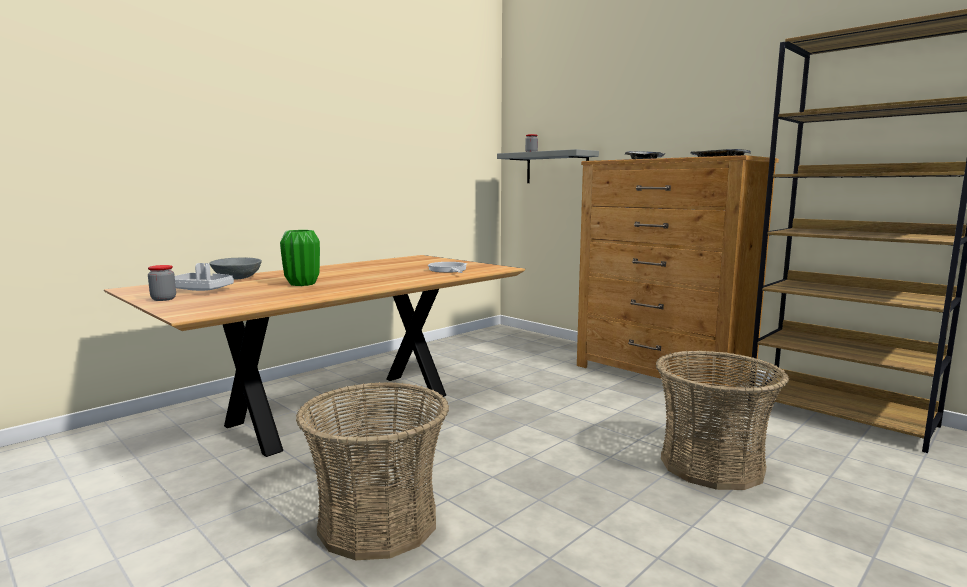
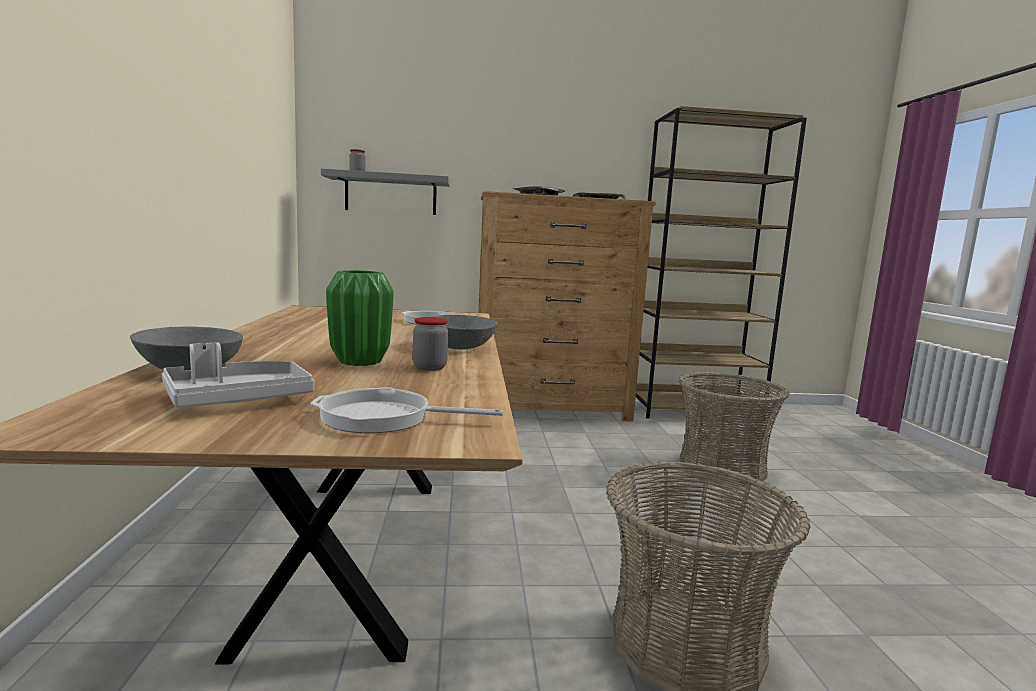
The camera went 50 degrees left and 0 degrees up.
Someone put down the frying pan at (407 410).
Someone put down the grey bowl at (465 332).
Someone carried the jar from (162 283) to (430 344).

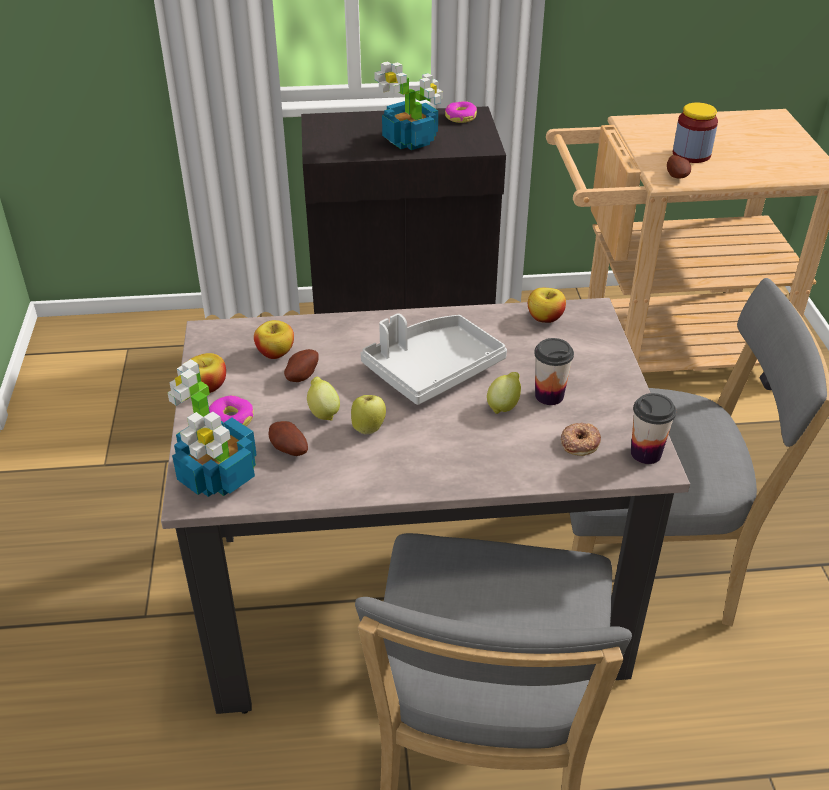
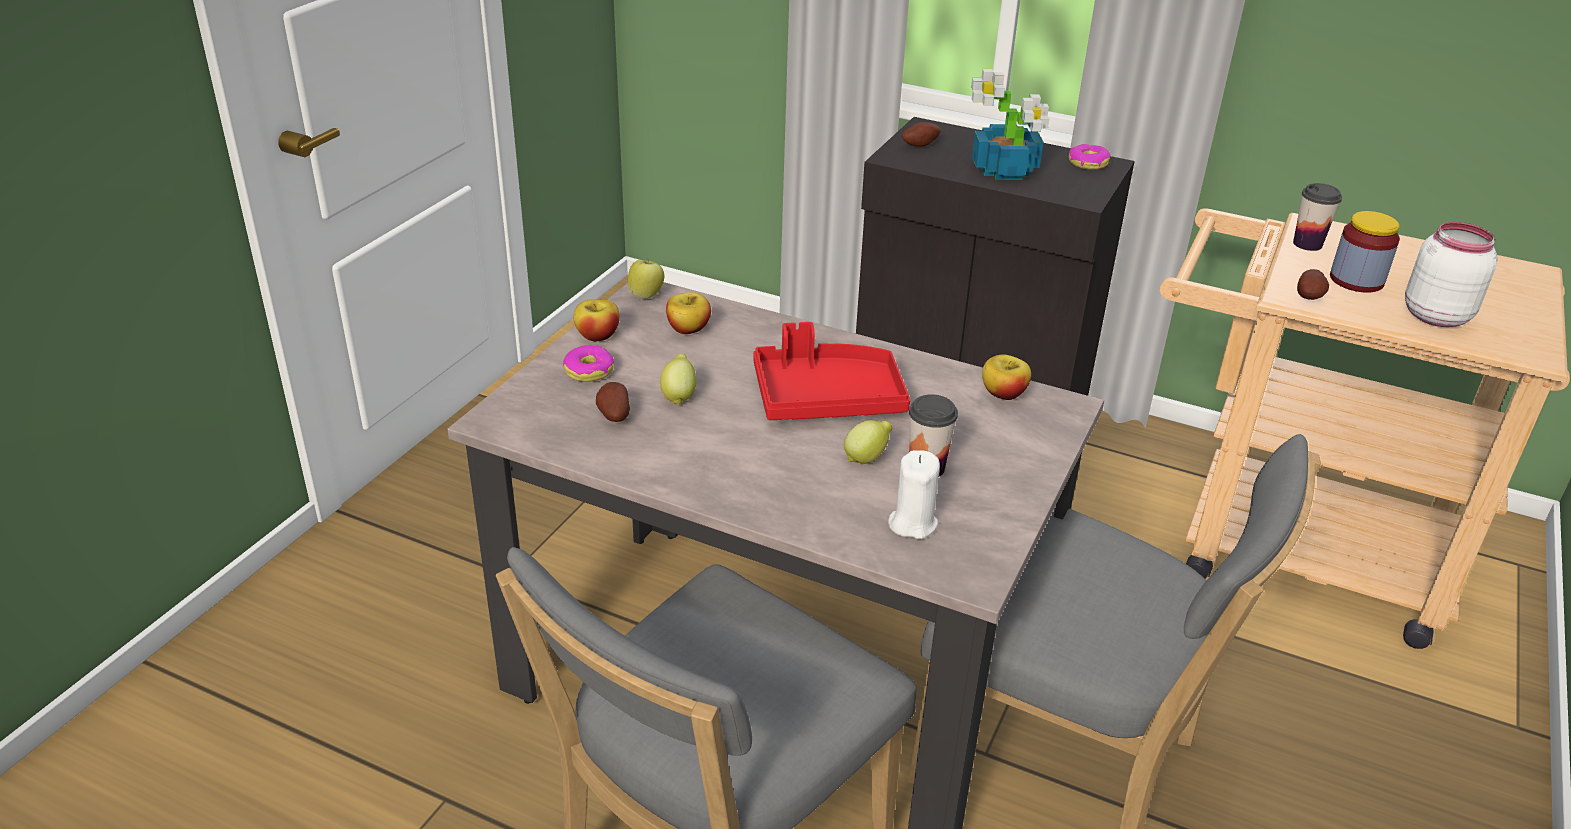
The camera went 30 degrees right and 5 degrees down.
Someone took away the potted plant at (212 428).
Someone put down the white jar at (1451 274).
Someone carried the potato from (301 365) to (921 134).
Someone carried the apple from (368 415) to (646 279).
Someone carried the cup from (653 428) to (1317 217).
Someone swapped the donut at (581 439) for the white candle at (914 494).
Someone repainted the grey tray at (434 359), which became the red tray at (831 371).

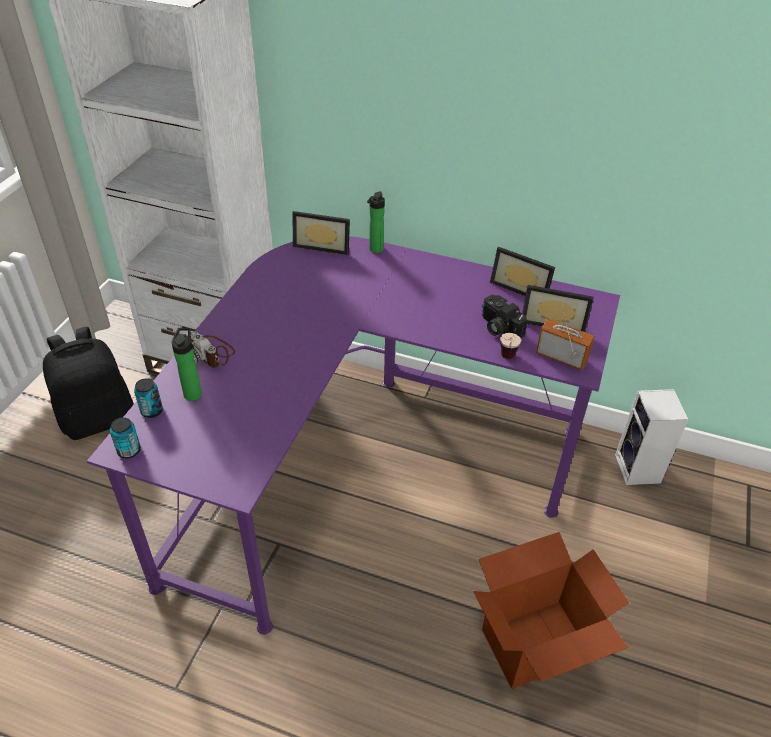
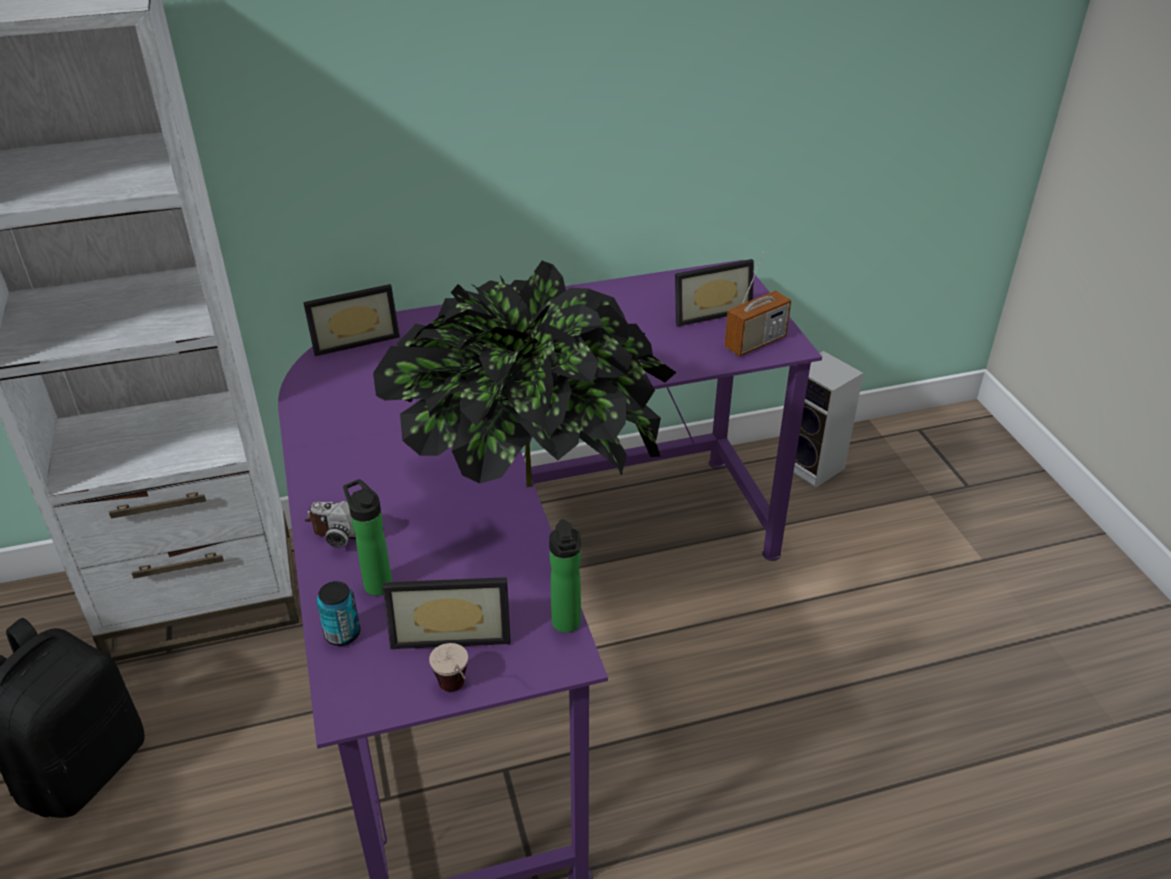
The camera went 35 degrees left and 5 degrees down.
Someone took away the can at (125 437).
Someone took away the cardboard box at (551 610).
Someone took away the photo camera at (505 316).
Someone put down the potted plant at (524 374).
Someone carried the bottle from (376 222) to (565 576).
Someone carried the picture frame from (522 271) to (446 613).
Someone carried the cup from (510 346) to (448 667).
Someone rotated the radio at (565 337) by 150 degrees clockwise.

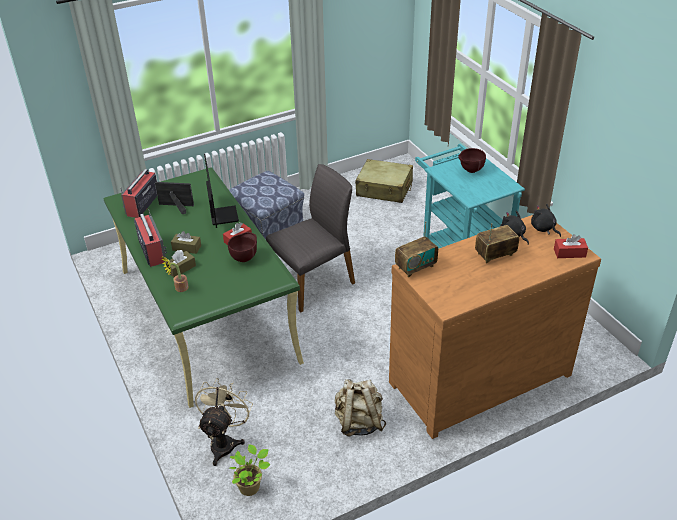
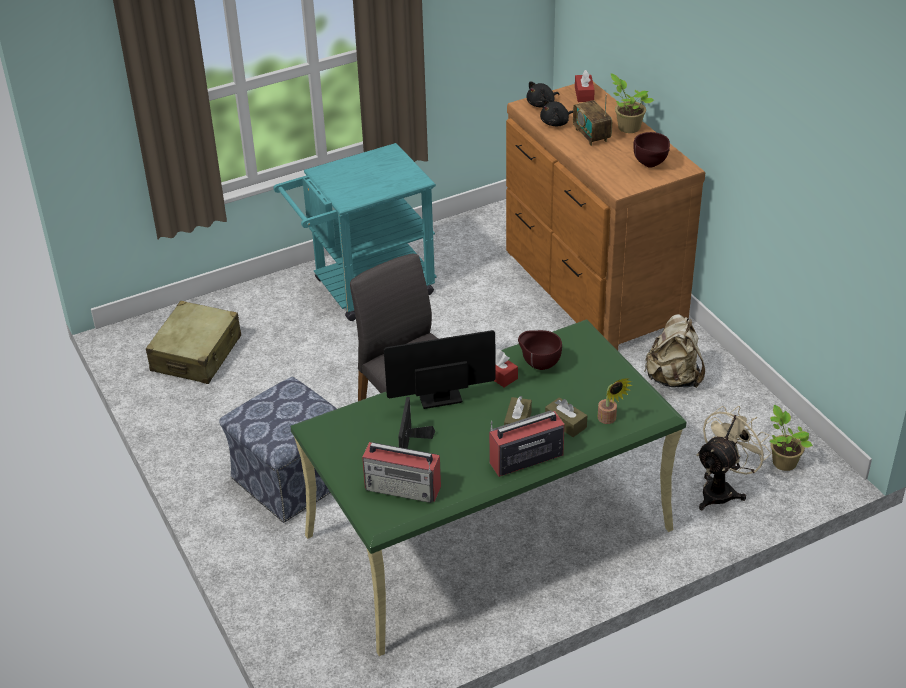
The camera went 90 degrees left and 0 degrees up.
Someone took away the radio at (416 249).
Someone put down the potted plant at (632 103).
Someone carried the brown bowl from (472 160) to (651 149).
Someone rotated the beige fan at (224 422) by 120 degrees clockwise.

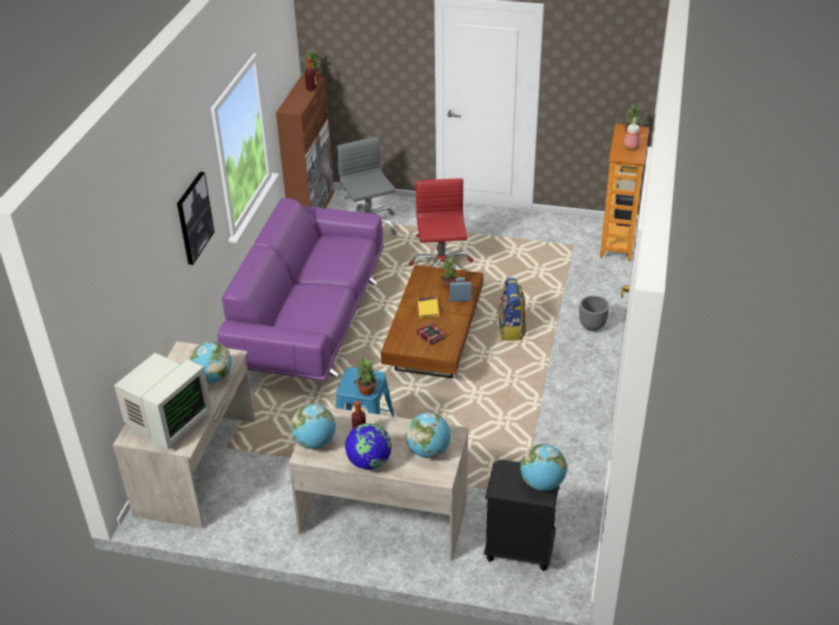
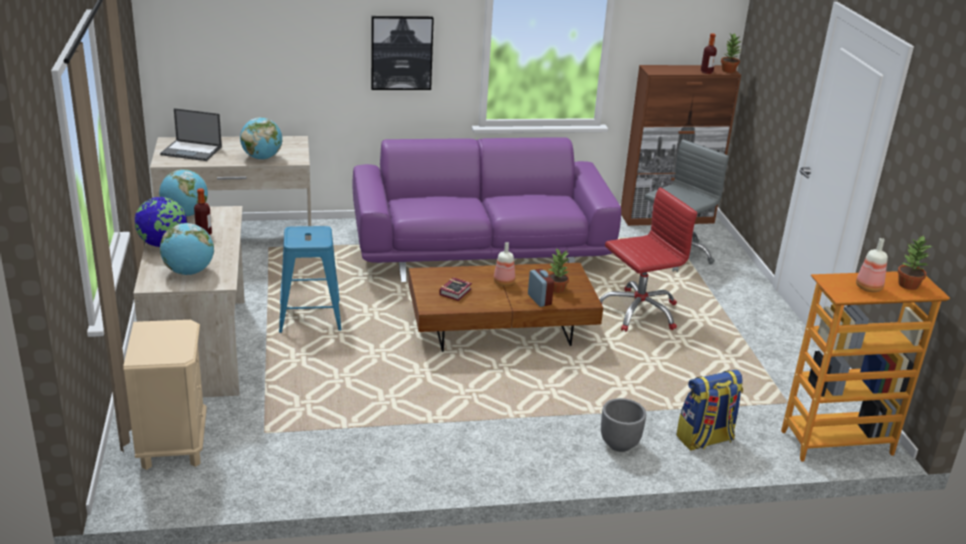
The camera went 65 degrees right and 10 degrees down.
Someone took away the potted plant at (366 376).
Someone took away the globe at (543 467).
Someone carried the backpack from (512 309) to (709 410).
Someone swapped the monitor at (163 401) for the laptop at (191 134).
Someone swapped the yellow book at (428 307) for the bottle at (504 264).
Someone repainted the black nightstand at (521 515), which became the beige nightstand at (165 395).

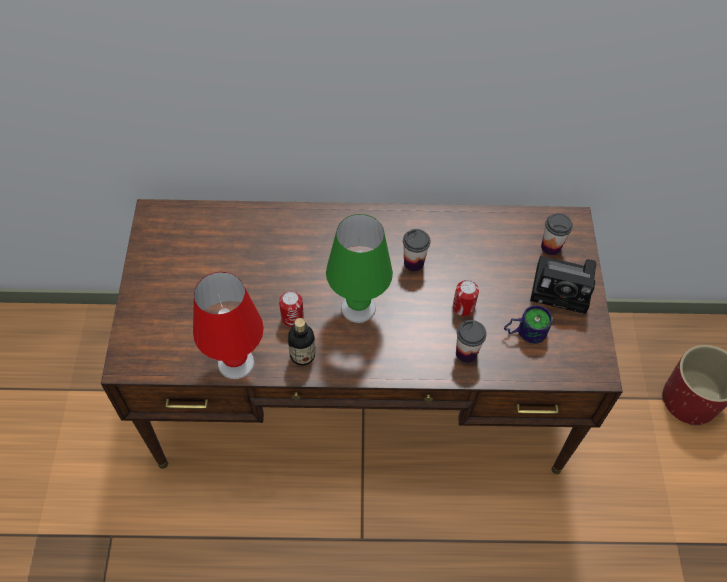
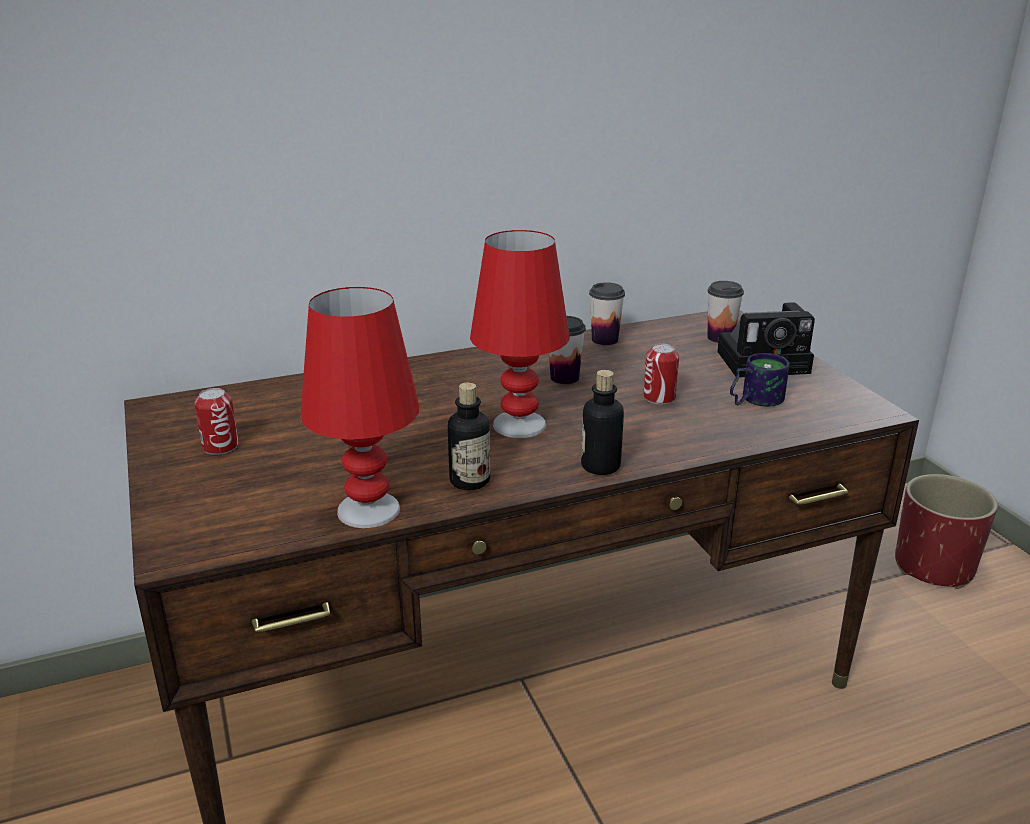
The camera went 20 degrees left and 30 degrees down.
Someone put down the bottle at (602 422).
Someone carried the can from (291 309) to (216 421).
Someone carried the cup from (471 341) to (607 313).
Someone repainted the green table lamp at (359 268), which became the red table lamp at (520 334).

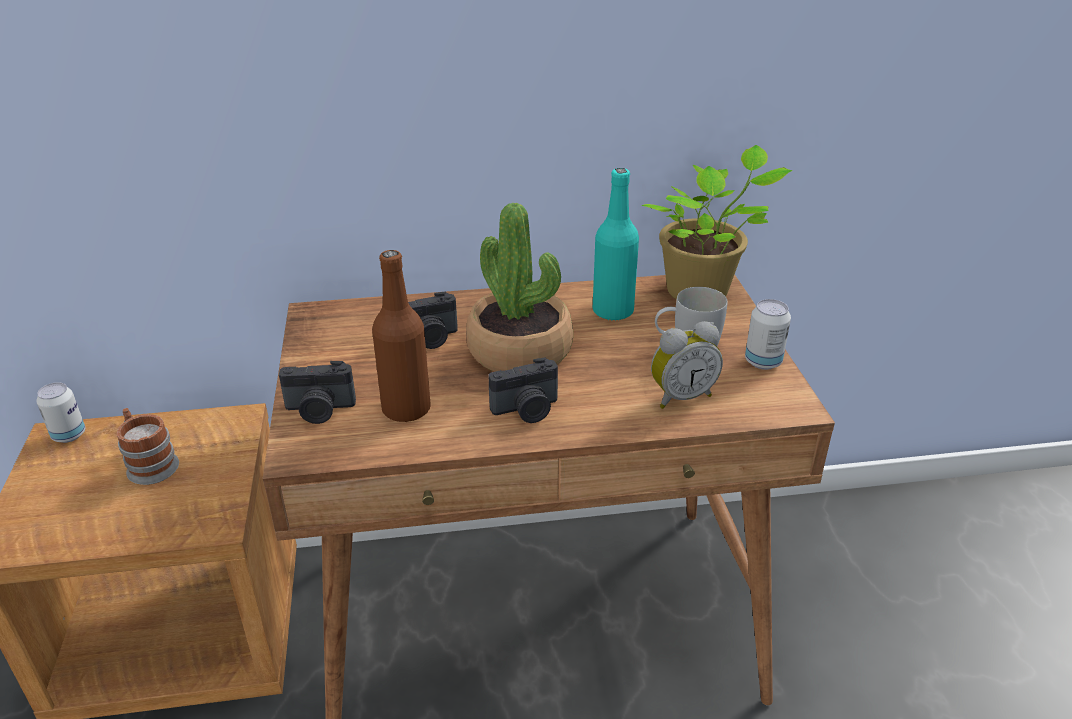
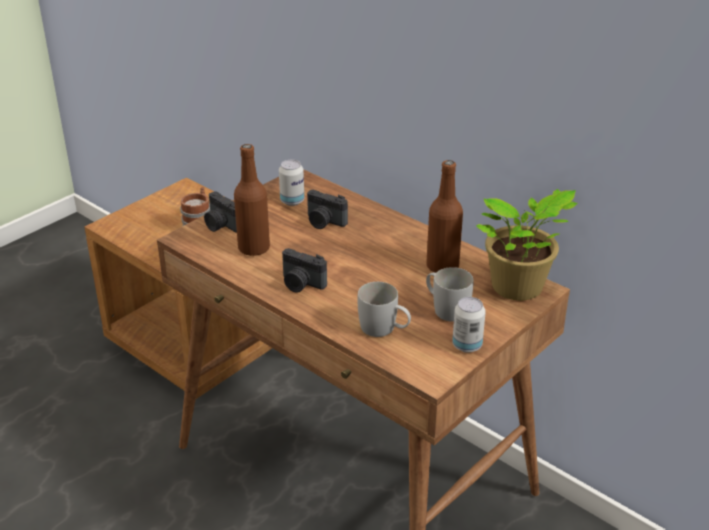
The camera went 50 degrees right and 0 degrees up.
Someone took away the potted plant at (519 287).
Someone carried the can from (60 412) to (291 183).
Someone swapped the alarm clock at (687 365) for the white mug at (384 309).
Someone repainted the turquoise bottle at (616 244), which became the brown bottle at (444 216).

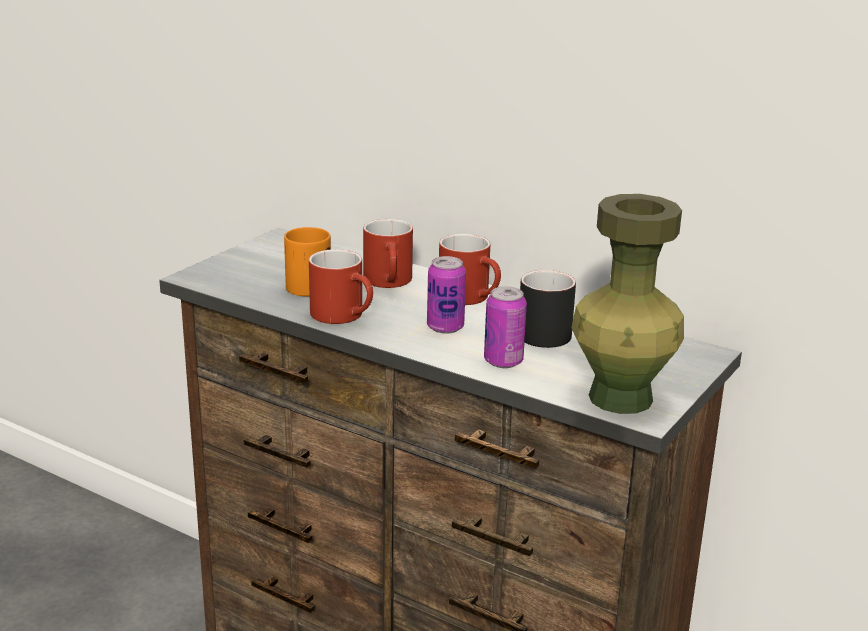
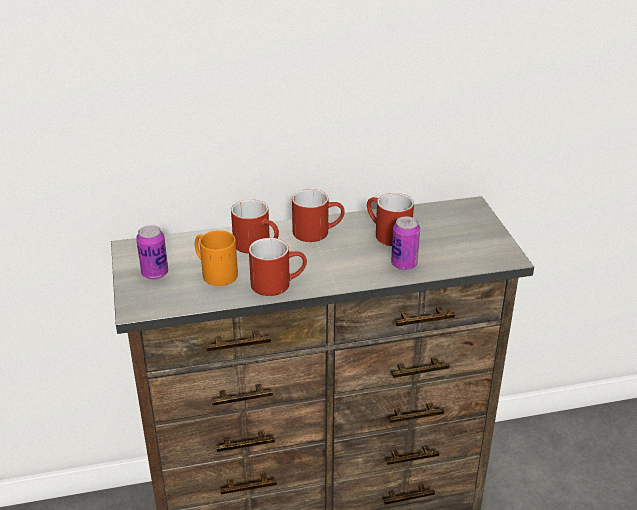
The camera went 45 degrees left and 10 degrees up.
Someone took away the green vase at (627 304).
Someone carried the can from (446 295) to (152 252).
Someone repainted the black mug at (548 309), which became the red mug at (390 219).

